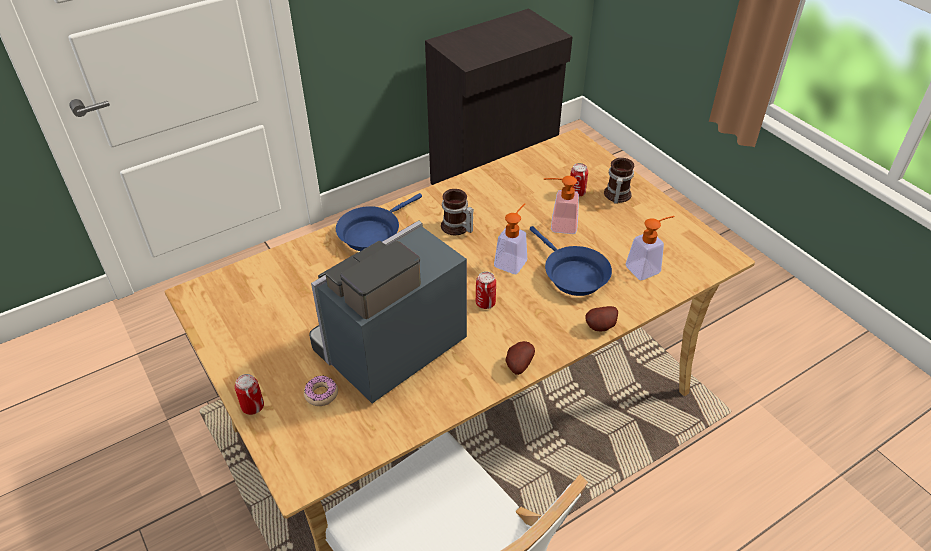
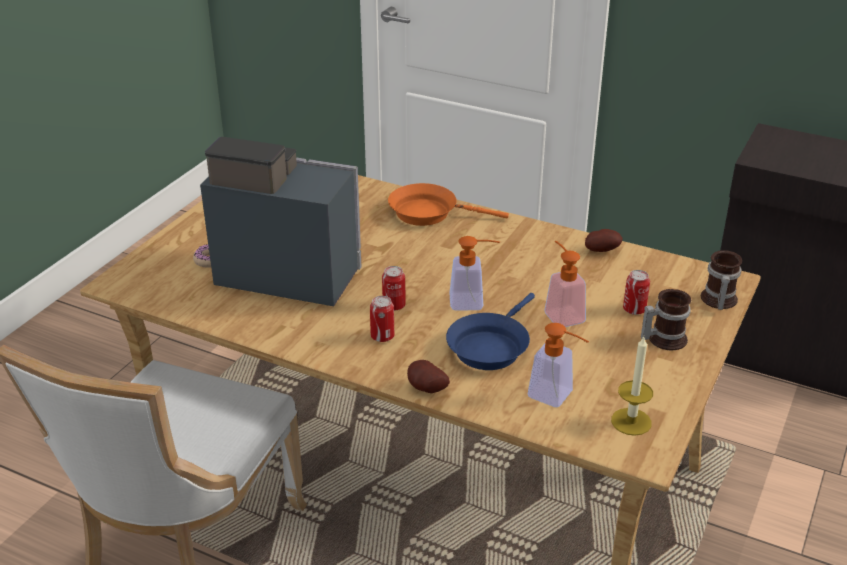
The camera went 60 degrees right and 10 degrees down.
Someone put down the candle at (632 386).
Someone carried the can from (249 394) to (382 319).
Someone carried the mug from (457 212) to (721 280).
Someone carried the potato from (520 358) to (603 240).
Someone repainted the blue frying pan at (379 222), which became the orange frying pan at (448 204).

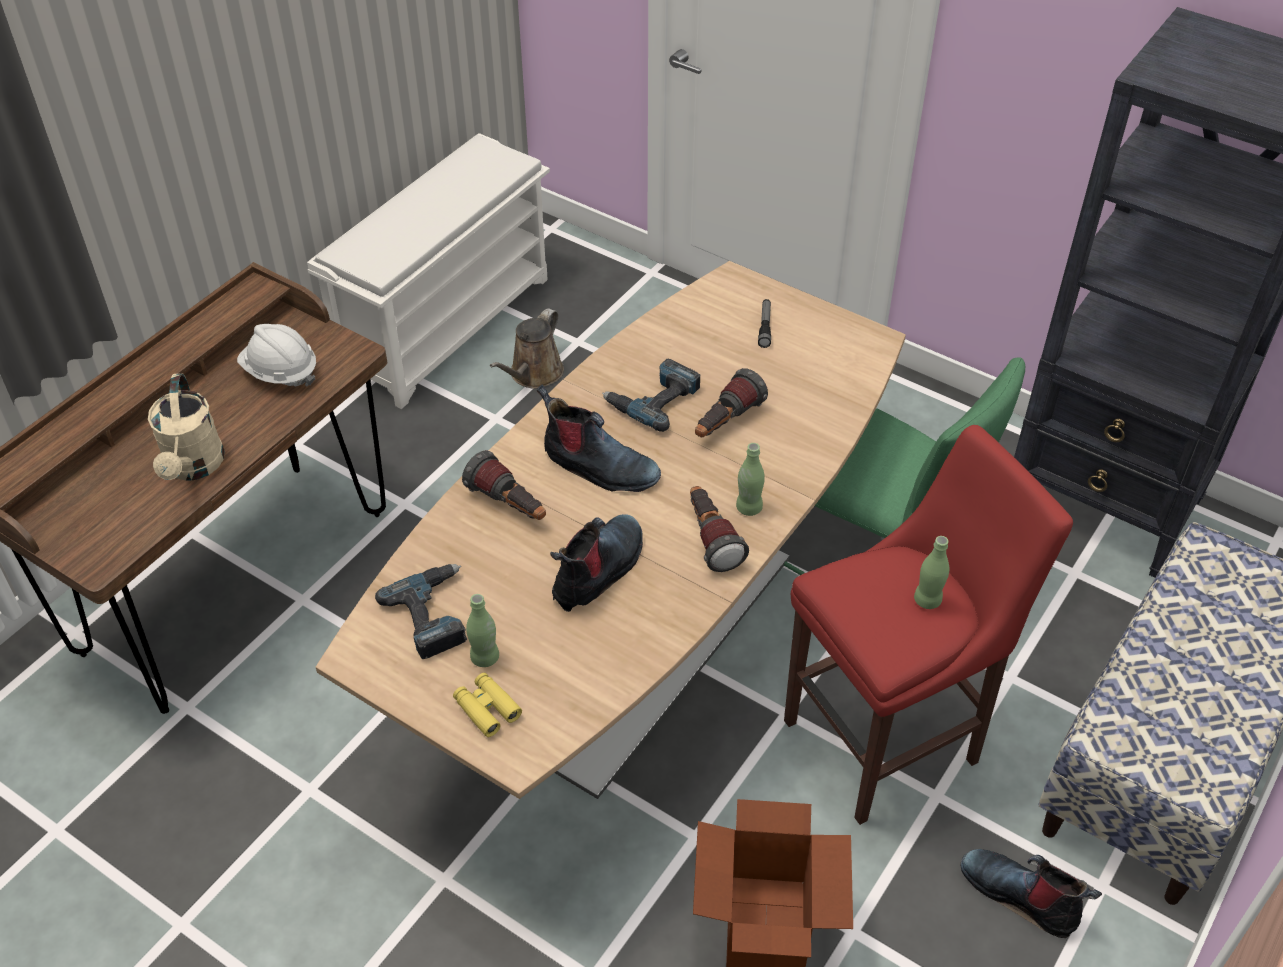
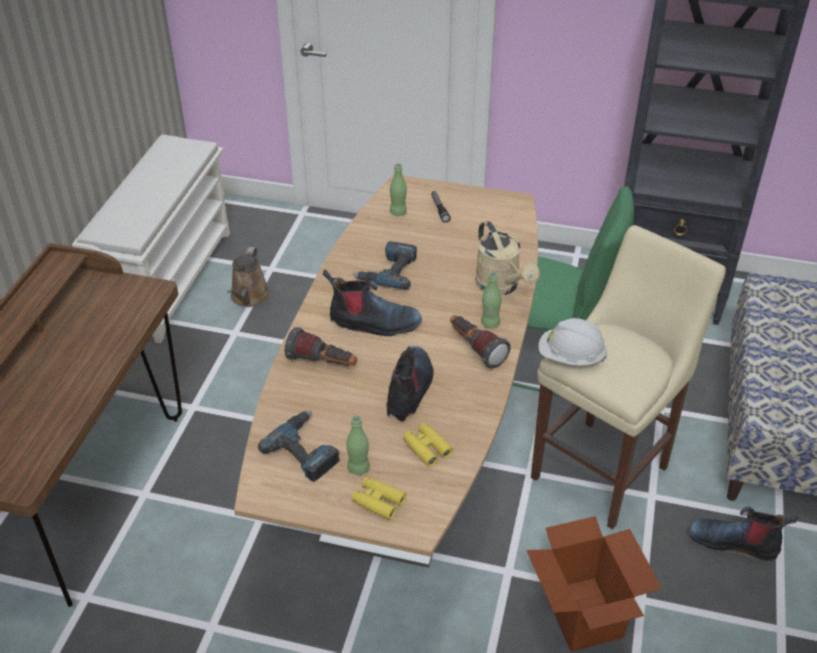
The camera went 20 degrees left and 5 degrees down.
Someone took away the flashlight at (731 402).
Someone put down the yellow binoculars at (428 445).
Someone carried the beige watering can from (186 427) to (507 258).
Someone carried the white hard hat from (276 355) to (572 341).
Someone carried the green bottle from (932 572) to (398 190).
Someone repainted the red stool at (928 625), which became the beige stool at (628 377).

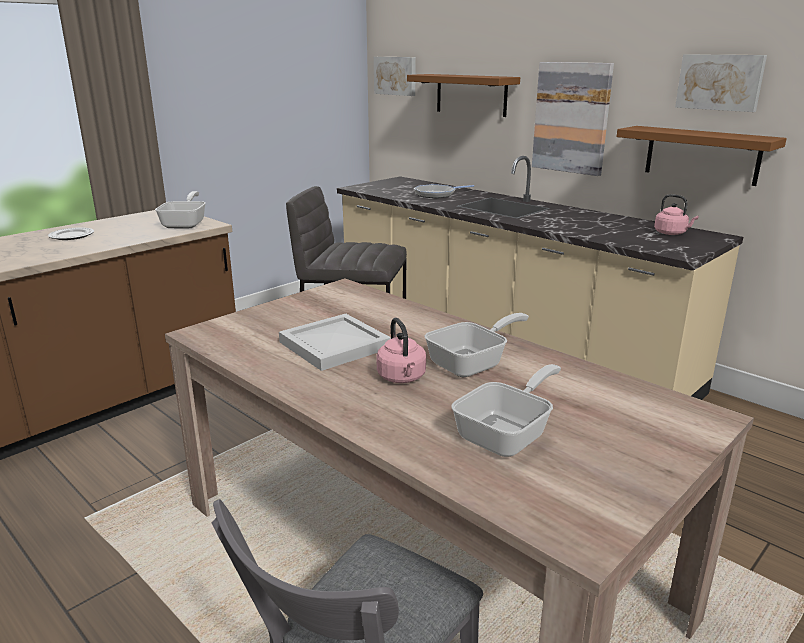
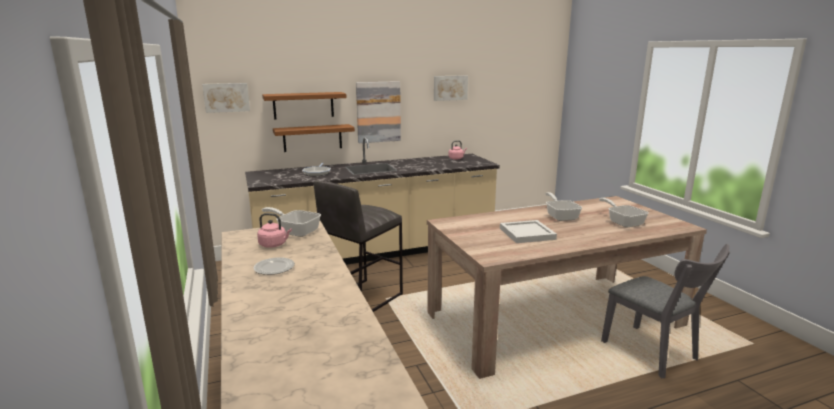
The camera went 65 degrees left and 5 degrees down.
Someone carried the pink kettle from (401 350) to (274 230).
Someone carried the brown shelf from (702 156) to (314 138).

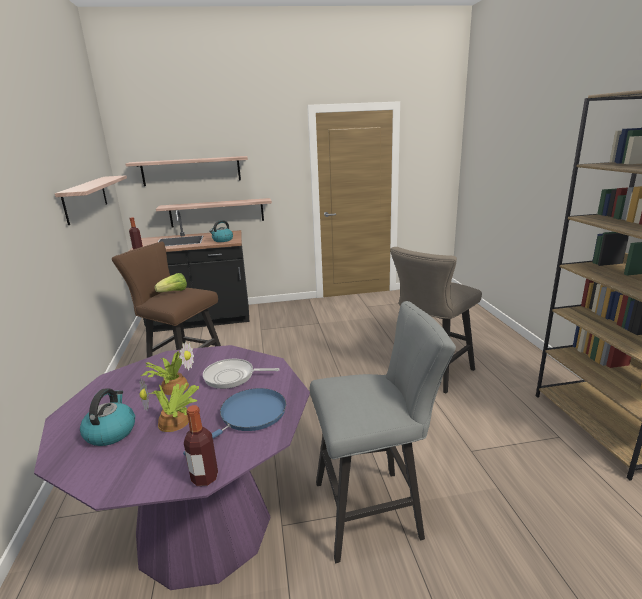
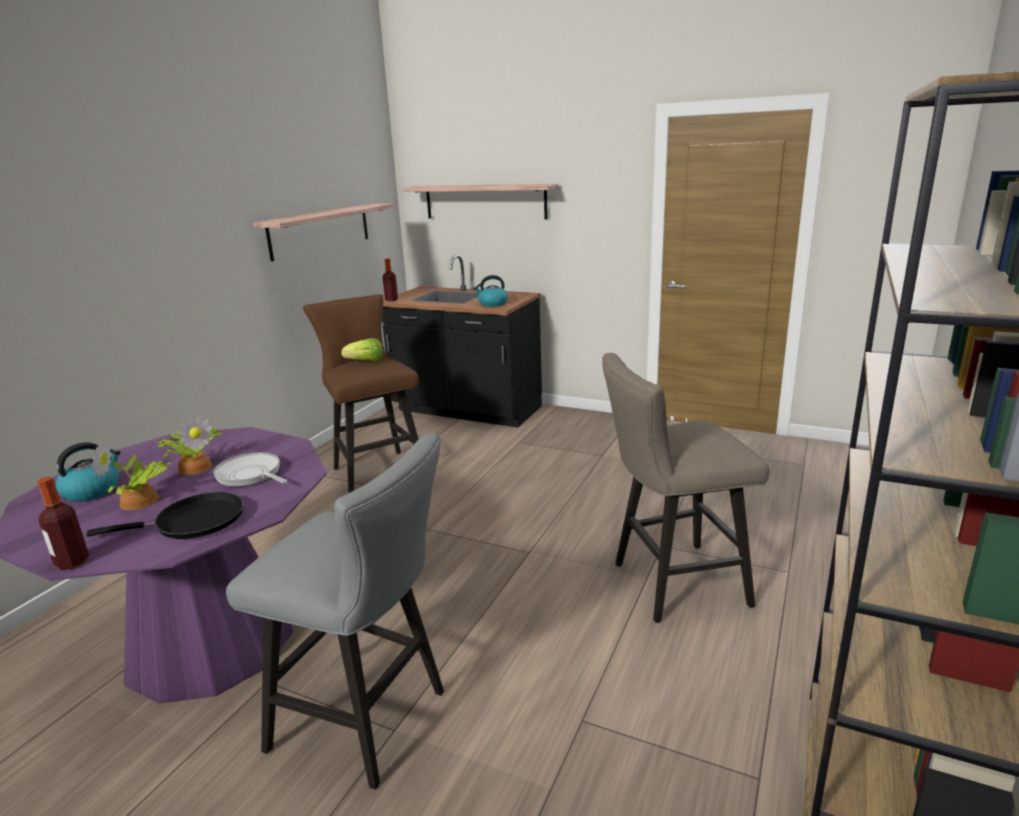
The camera went 35 degrees right and 0 degrees up.
Someone took away the shelf at (214 213).
Someone repainted the blue frying pan at (234 422), which became the black frying pan at (164 515).

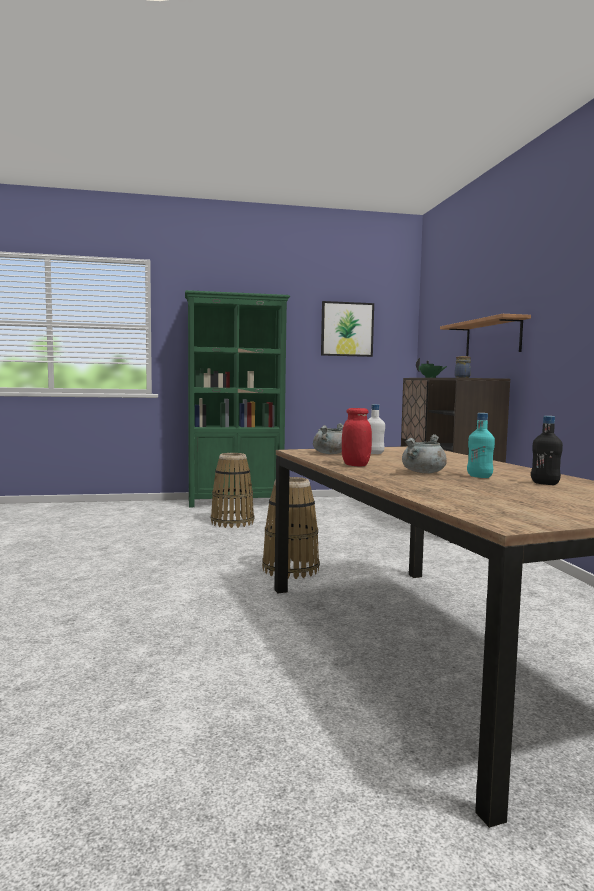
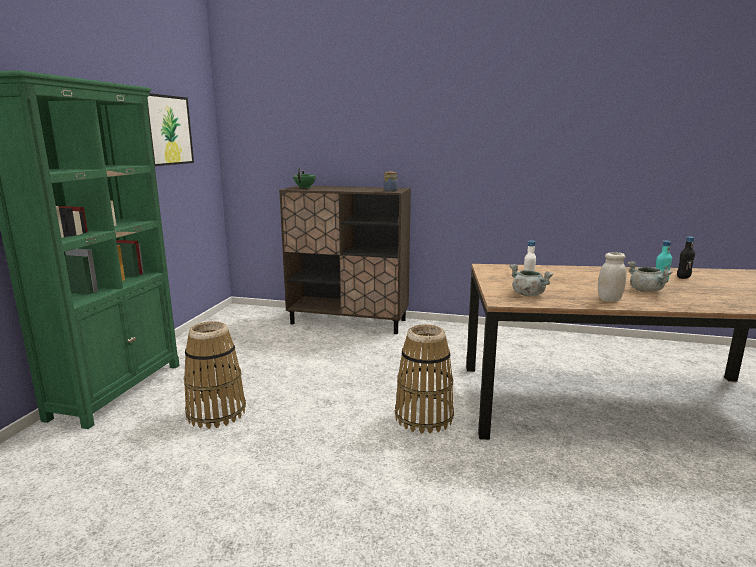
The camera went 65 degrees left and 10 degrees up.
Someone took away the shelf at (485 335).
Someone repainted the red jar at (357 437), which became the white jar at (612 277).

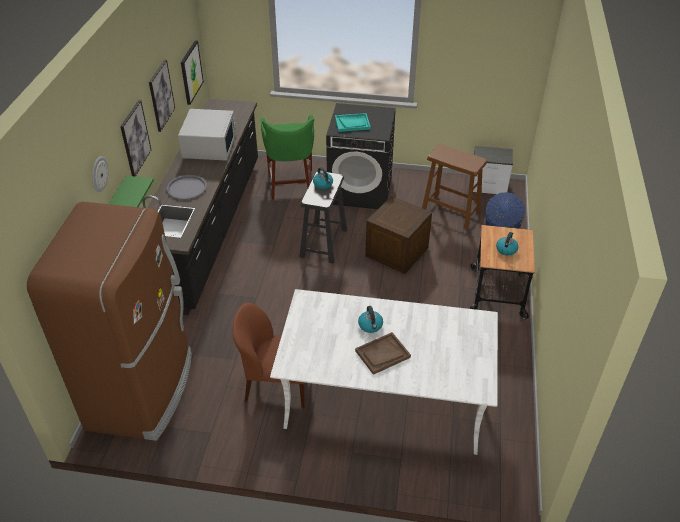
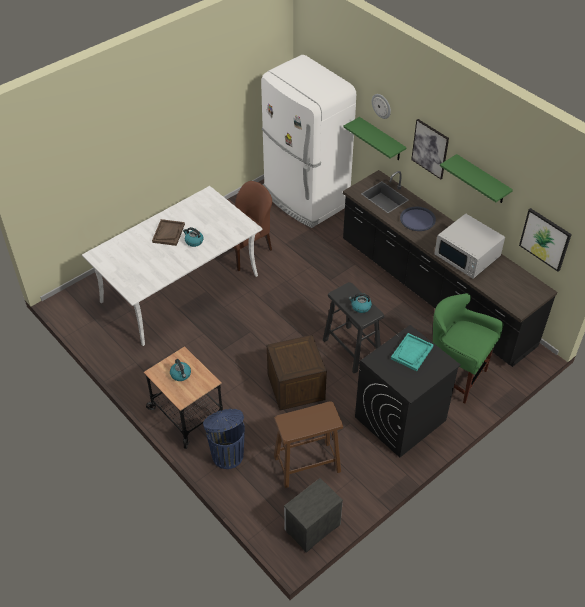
The camera went 130 degrees right and 5 degrees up.
Someone swapped the picture at (162 96) for the green shelf at (476 178).
Someone repainted the brown fridge at (109 321), which became the white fridge at (308 141).
Someone repainted the grey tray at (187 187), which became the blue tray at (418 218).

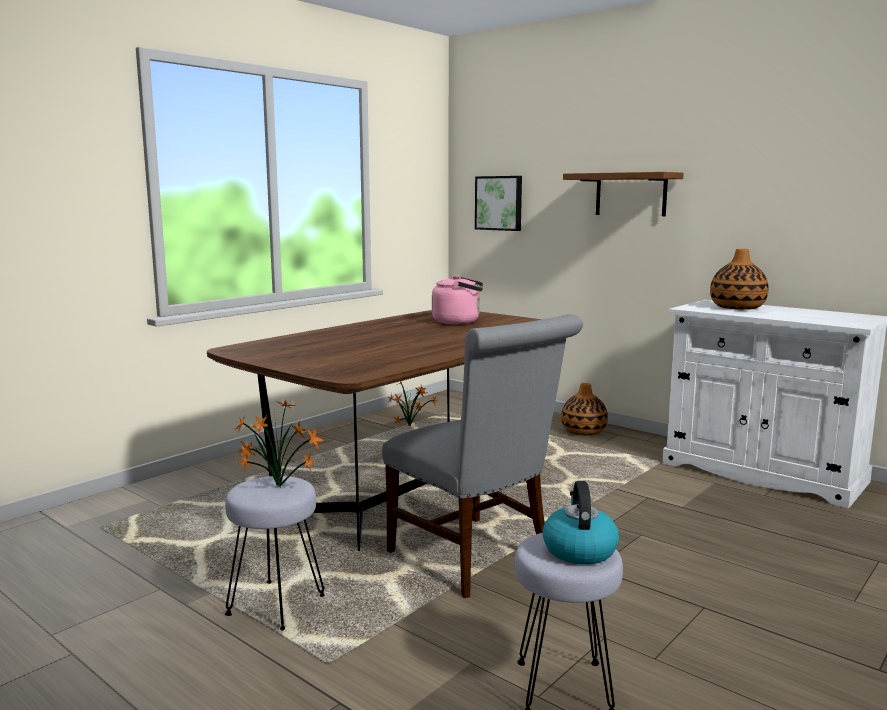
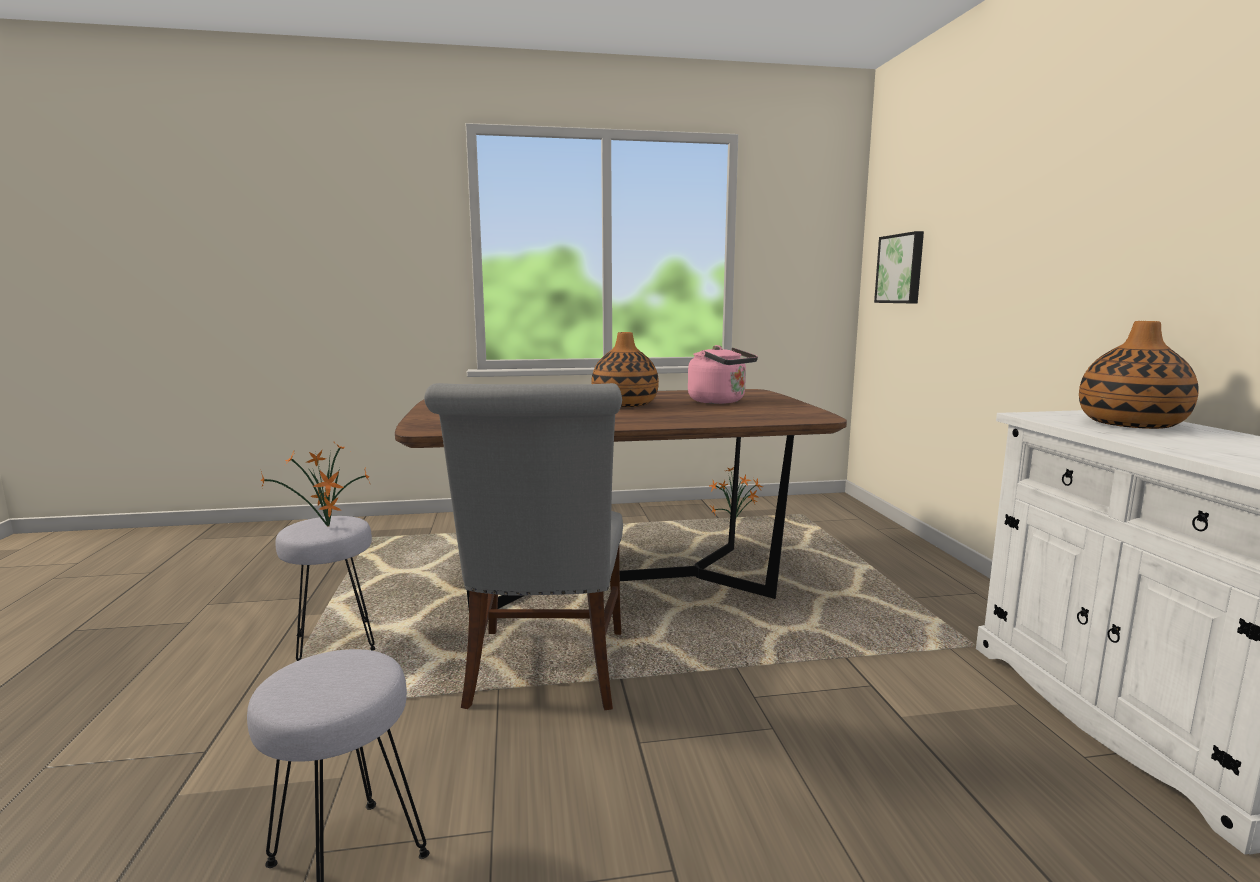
The camera went 40 degrees right and 0 degrees up.
Someone took away the kettle at (581 523).
Someone took away the brown shelf at (623 194).
Someone carried the vase from (584 409) to (625 369).

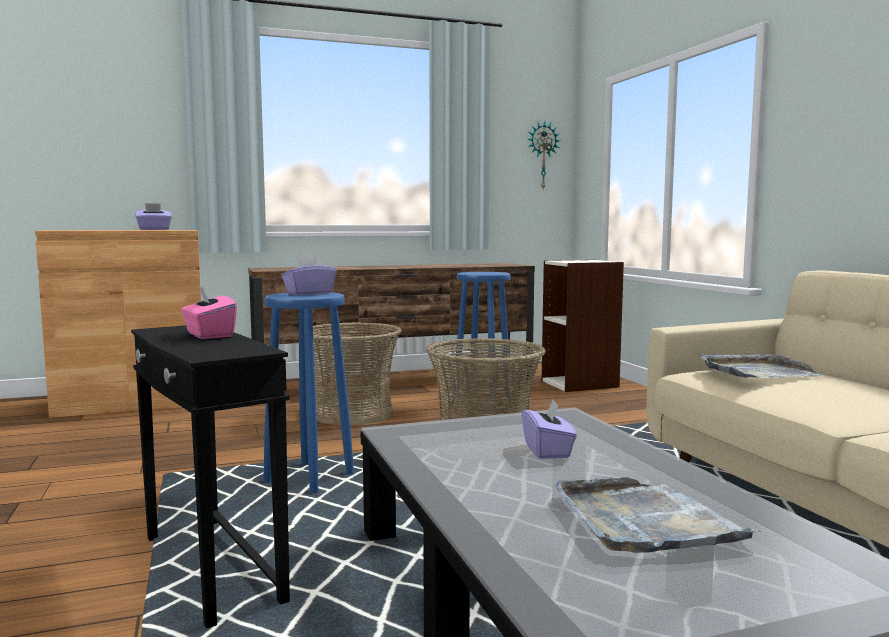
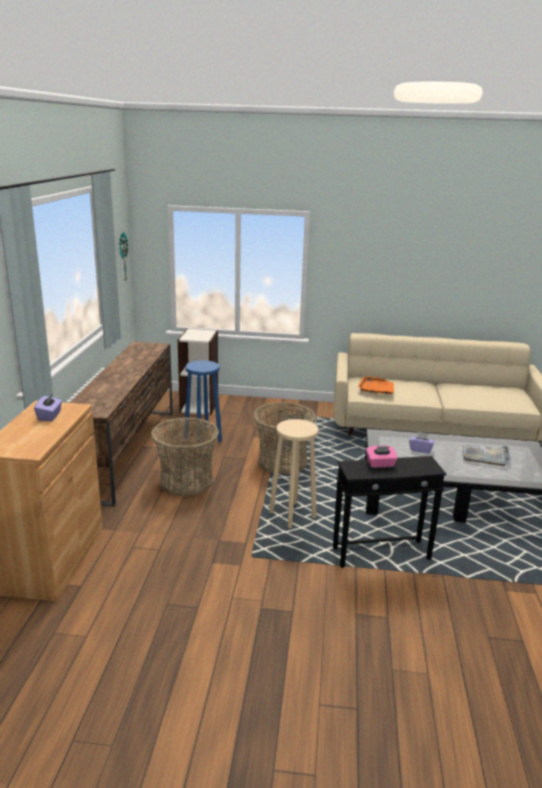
The camera went 65 degrees left and 15 degrees up.
Someone took away the purple tissue box at (308 275).
Someone repainted the blue stool at (308 392), which became the beige stool at (294 473).
Someone repainted the grey tray at (762 365), which became the orange tray at (376 385).

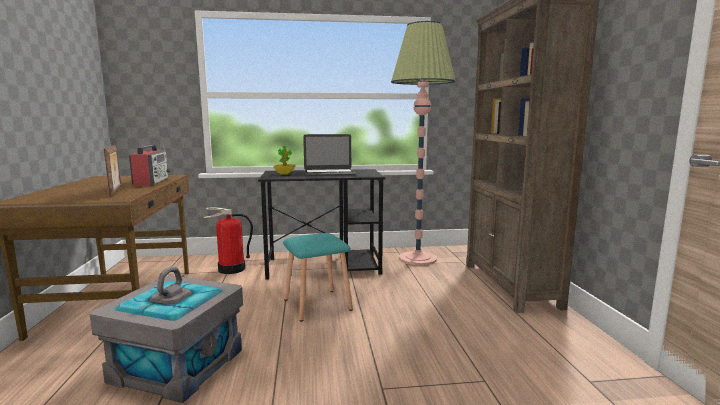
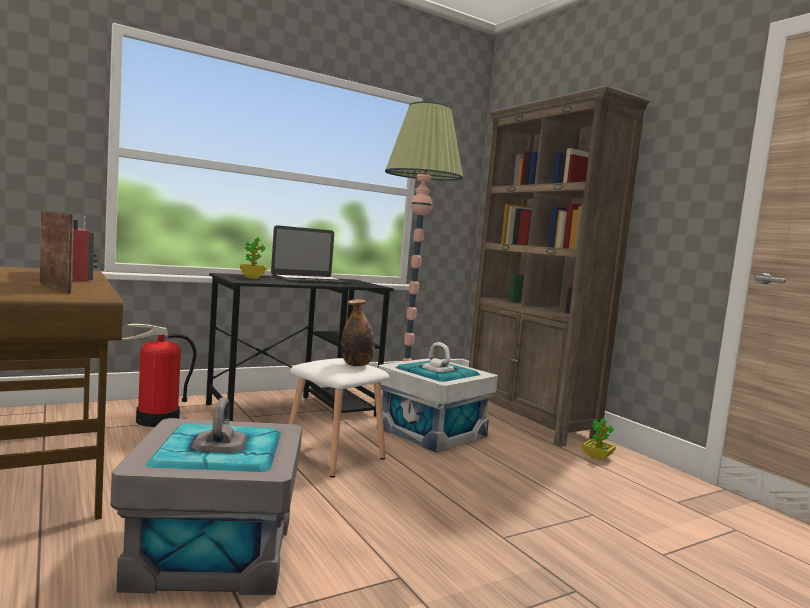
The camera went 25 degrees left and 5 degrees down.
Someone put down the bottle at (358 332).
Someone put down the white storage box at (438 397).
Someone put down the potted plant at (599 439).
Someone repainted the turquoise stool at (318 277), which became the white stool at (339 418).

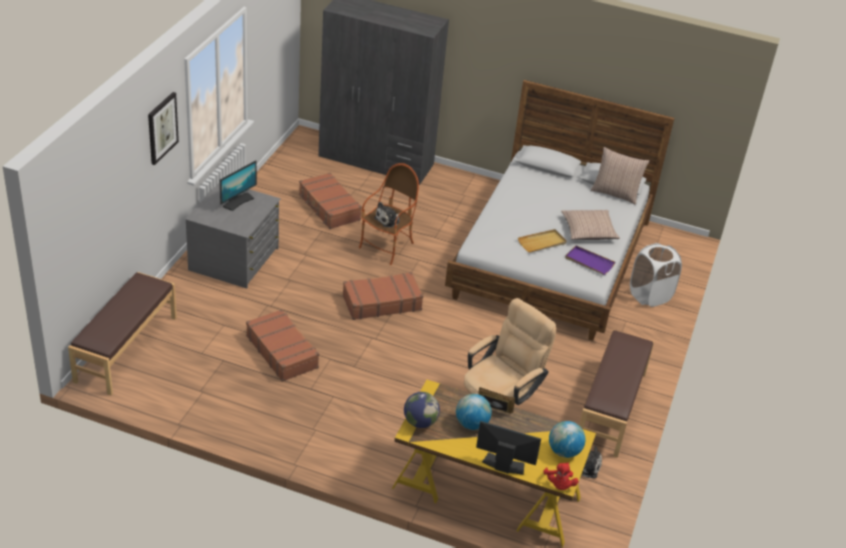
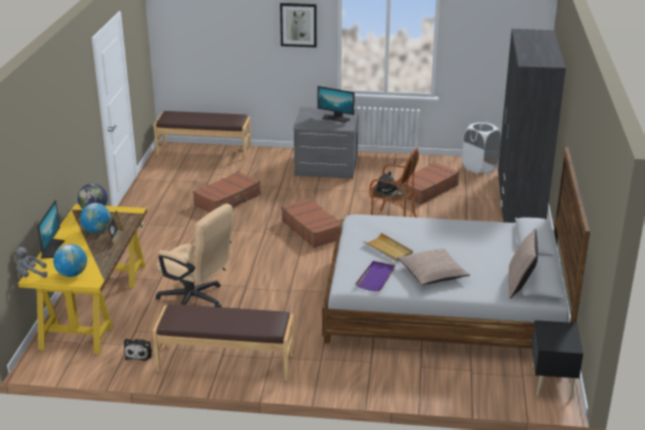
The camera went 80 degrees right and 10 degrees down.
Someone put down the black nightstand at (557 359).
Someone carried the white laundry basket from (656 275) to (481 147).
Someone repainted the red plush toy at (561 476), which became the grey plush toy at (30 262).

